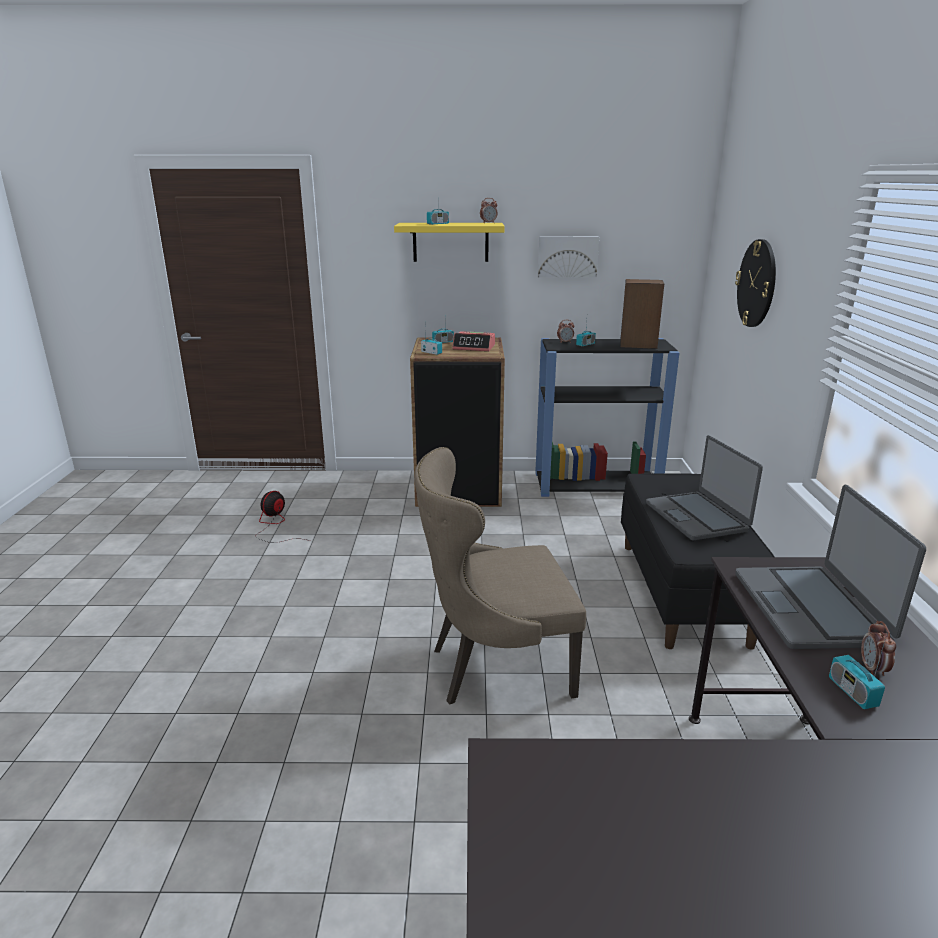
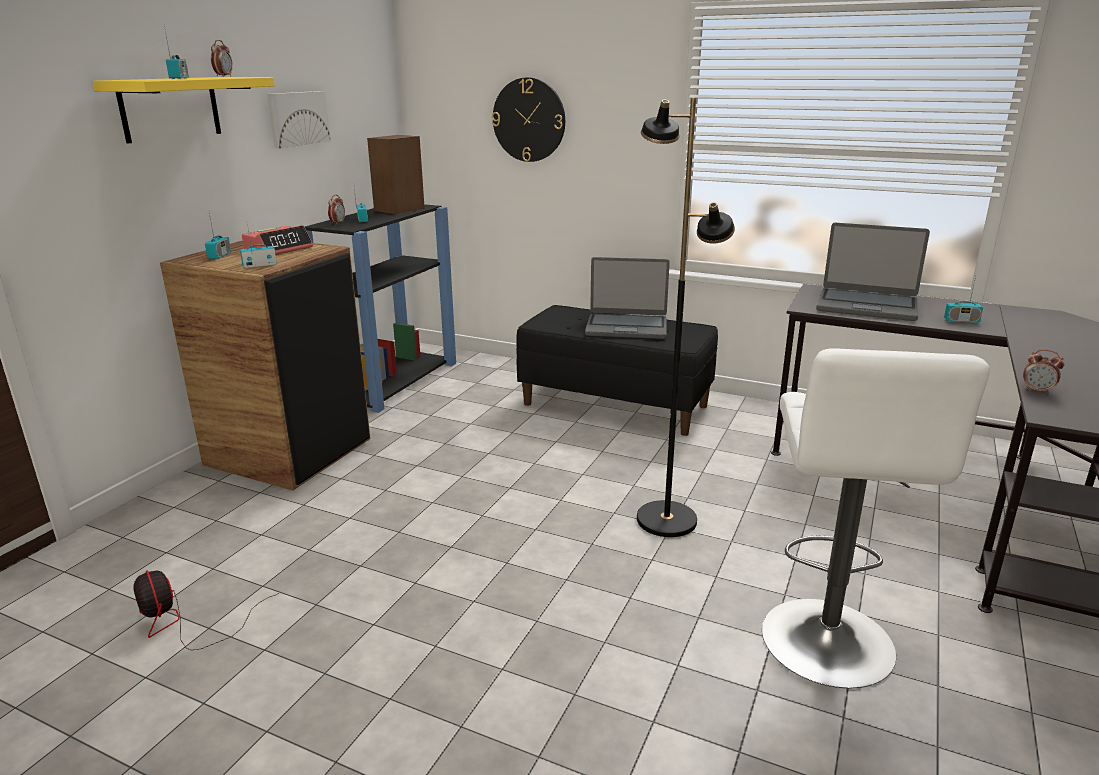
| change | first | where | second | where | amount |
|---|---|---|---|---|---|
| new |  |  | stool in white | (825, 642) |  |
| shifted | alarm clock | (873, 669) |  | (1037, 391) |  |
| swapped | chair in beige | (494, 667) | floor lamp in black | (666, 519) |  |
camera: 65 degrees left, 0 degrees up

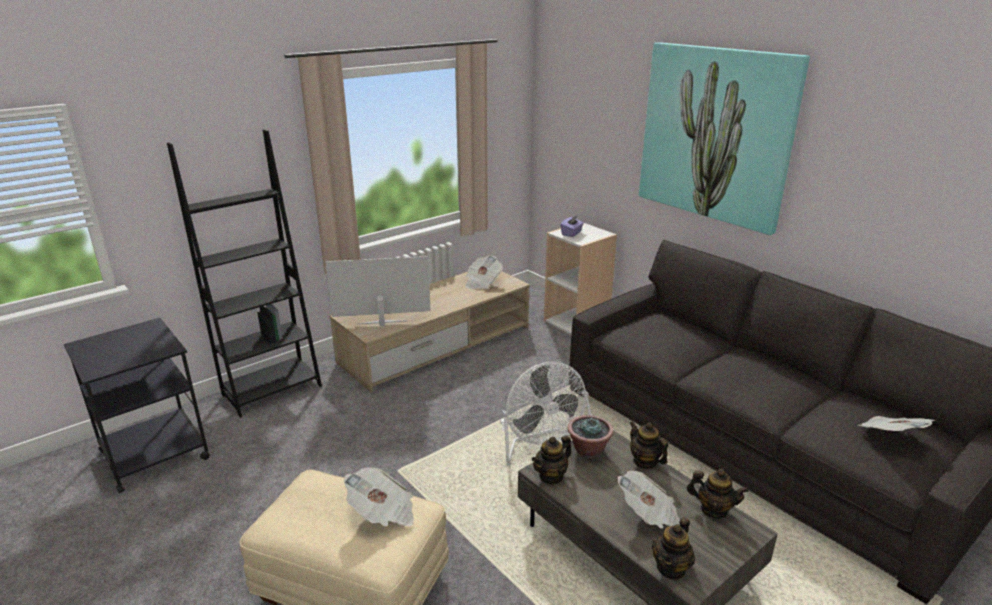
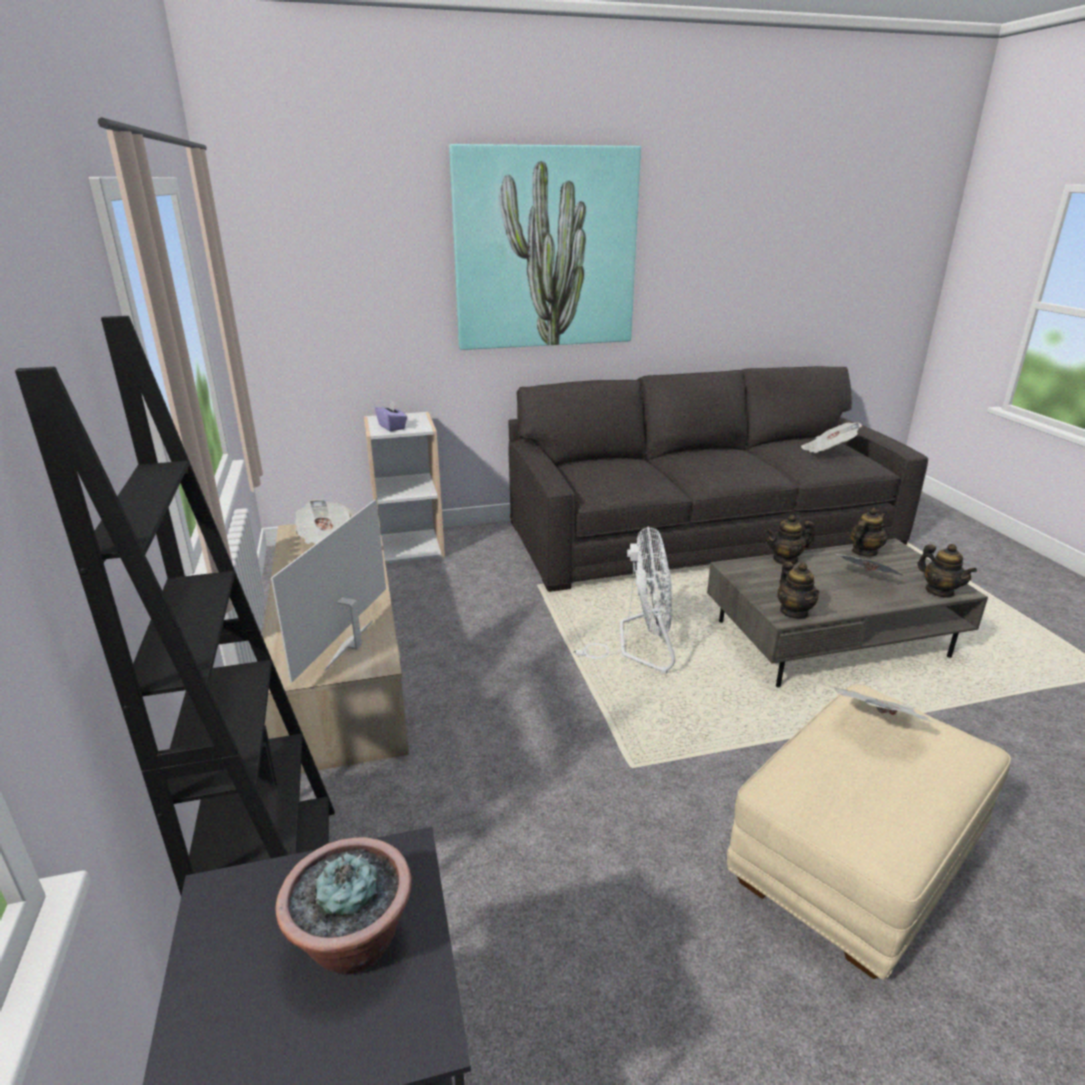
| change | first | where | second | where | amount |
|---|---|---|---|---|---|
| shifted | potted plant | (588, 450) |  | (353, 942) |  |
camera: 65 degrees left, 0 degrees up

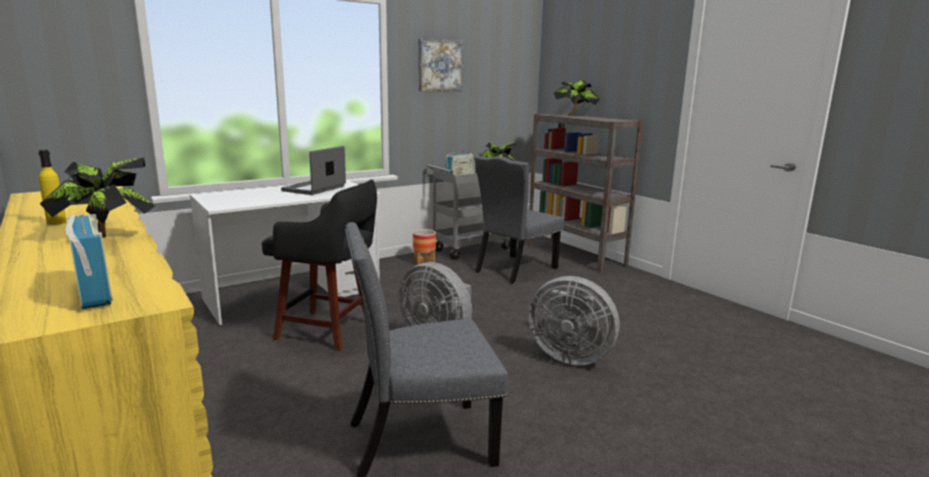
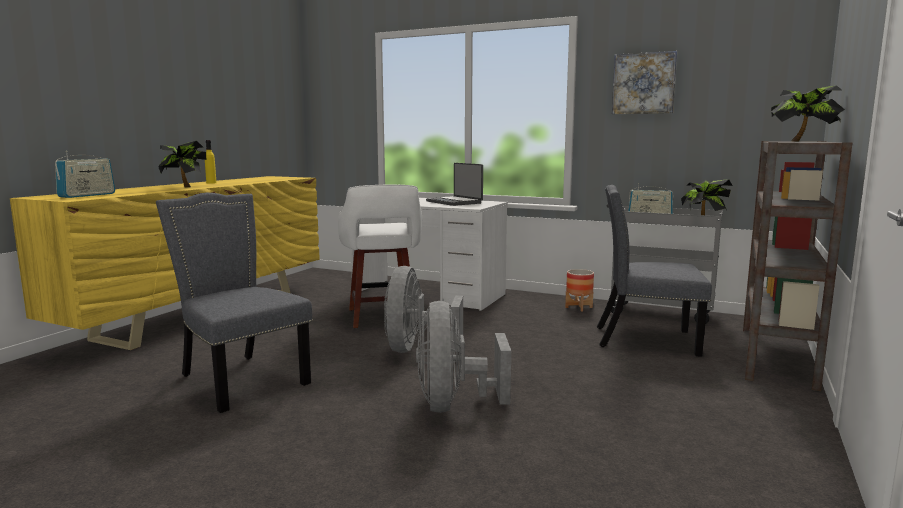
| change | first | where | second | where | amount |
|---|---|---|---|---|---|
| repainted | stool in black | (328, 331) | stool in white | (382, 318) |  |
| rotated | laptop | (315, 189) |  | (455, 202) | 120 degrees counterclockwise |
camera: 60 degrees right, 5 degrees down

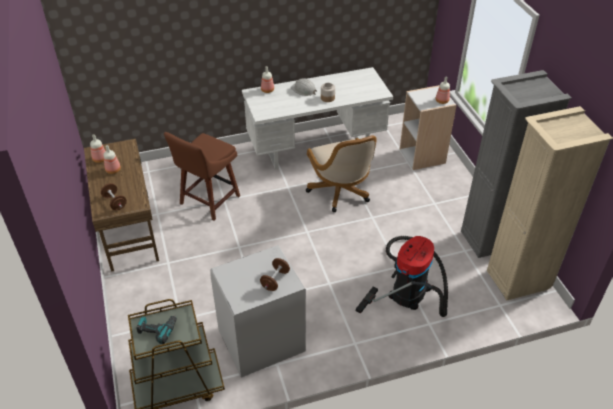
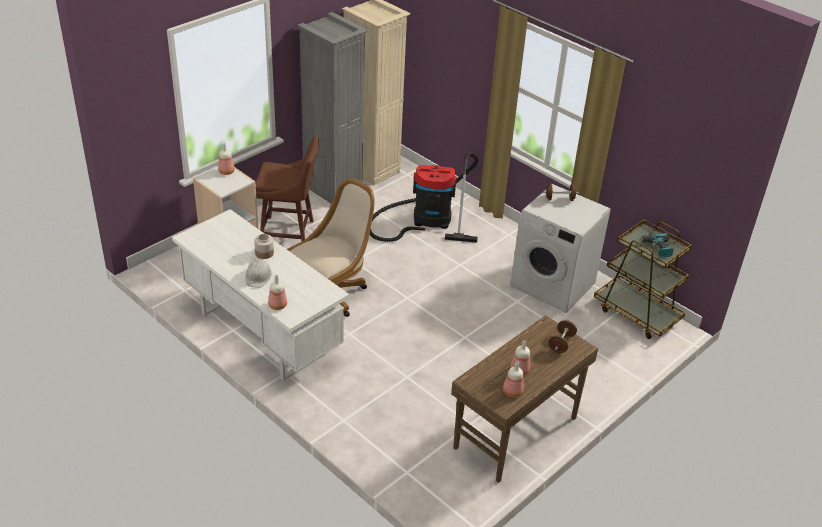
| change | first | where | second | where | amount |
|---|---|---|---|---|---|
| shifted | stool in brown | (208, 201) |  | (289, 233) |  |
camera: 120 degrees left, 5 degrees down

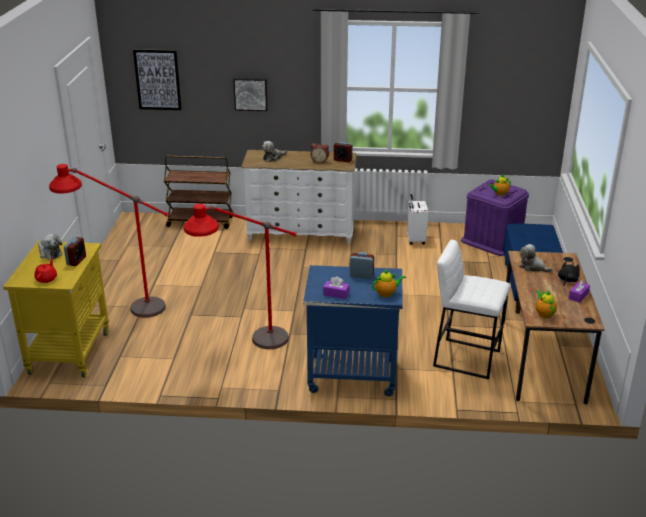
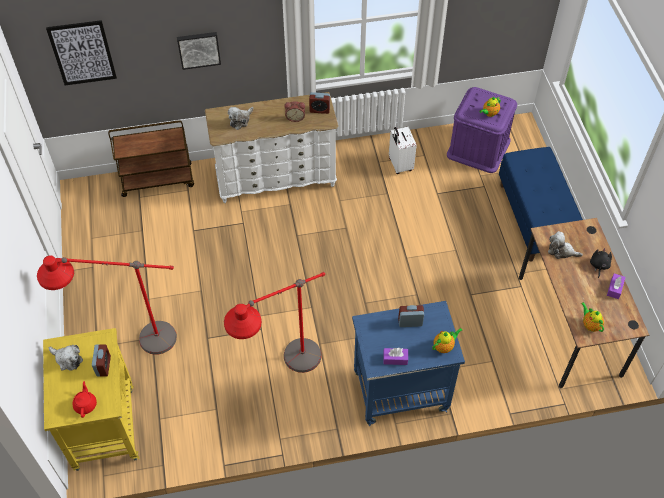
| change | first | where | second | where | amount |
|---|---|---|---|---|---|
| gone | stool in white | (465, 358) |  |  |  |
camera: 15 degrees left, 25 degrees up

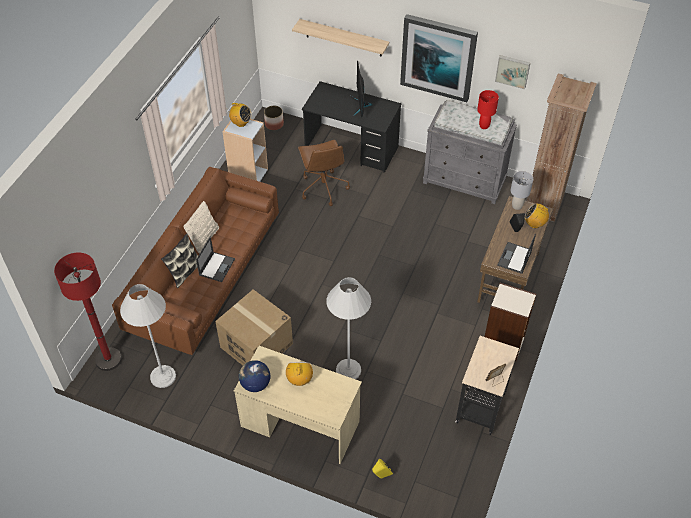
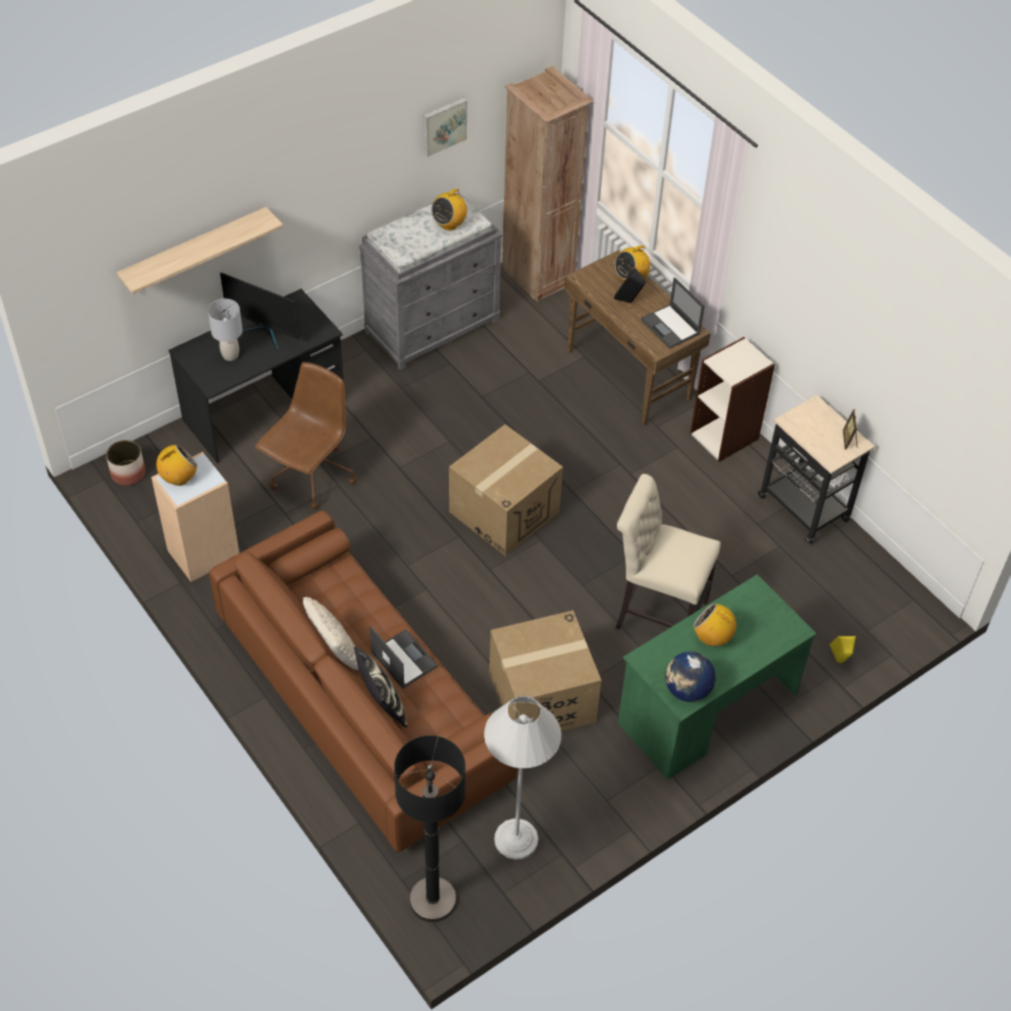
| change | first | where | second | where | amount |
|---|---|---|---|---|---|
| gone | picture | (438, 57) |  |  |  |
| new |  |  | cardboard box | (504, 511) |  |
| shifted | table lamp in grey | (517, 206) |  | (230, 356) |  |
| swapped | floor lamp in white | (348, 370) | stool in beige | (656, 613) |  |
| swapped | table lamp in red | (484, 126) | radio | (449, 224) |  |
| repainted | floor lamp in red | (108, 359) | floor lamp in black | (432, 900) |  |
| repainted | desk in beige | (300, 424) | desk in green | (707, 709) |  |
| rotated | office chair in brown | (323, 187) |  | (310, 479) | 75 degrees counterclockwise |
camera: 60 degrees left, 0 degrees up

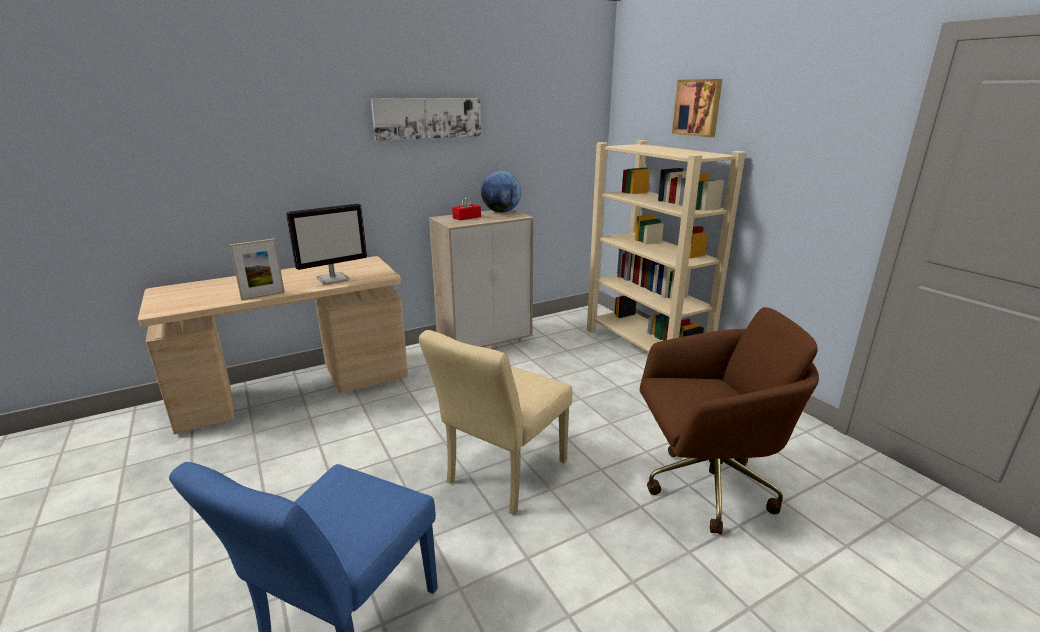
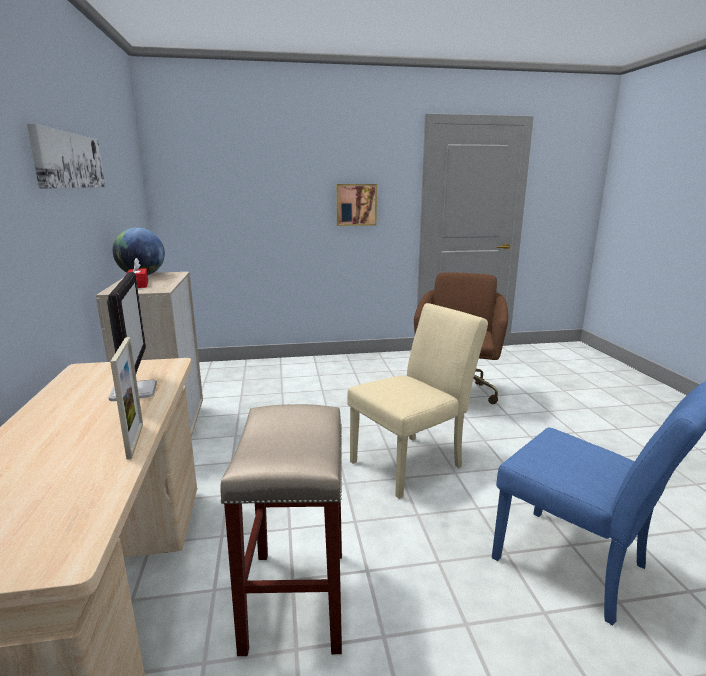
| change | first | where | second | where | amount |
|---|---|---|---|---|---|
| gone | bookcase in beige | (645, 346) |  |  |  |
| new |  |  | stool in beige | (296, 600) |  |
| shifted | picture | (698, 107) |  | (356, 204) |  |
| rotated | chair in beige | (501, 476) |  | (413, 462) | 90 degrees counterclockwise |
camera: 70 degrees left, 5 degrees down

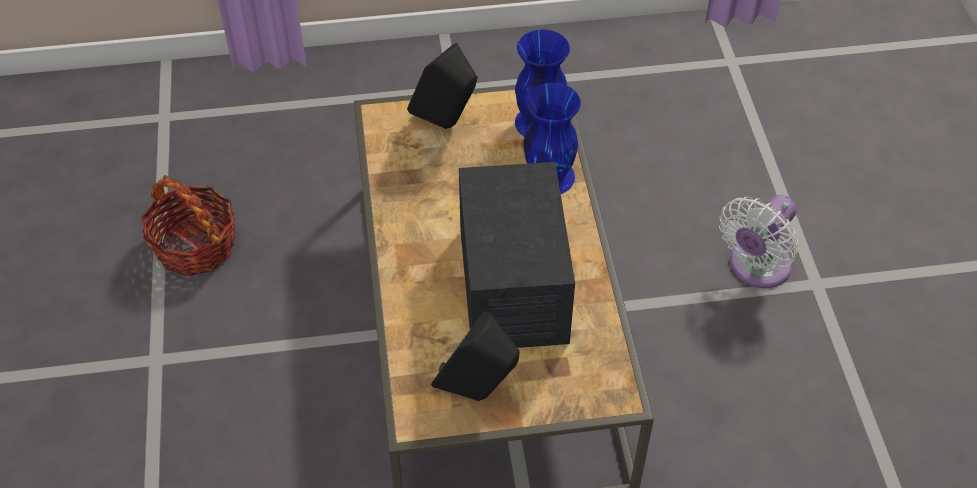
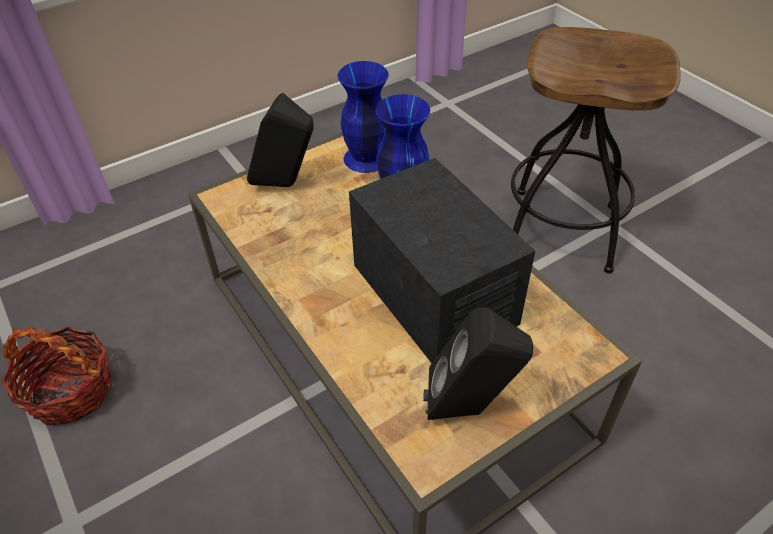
| change | first | where | second | where | amount |
|---|---|---|---|---|---|
| swapped | fan in white | (756, 268) | stool in brown | (563, 229) |  |
camera: 25 degrees left, 5 degrees down

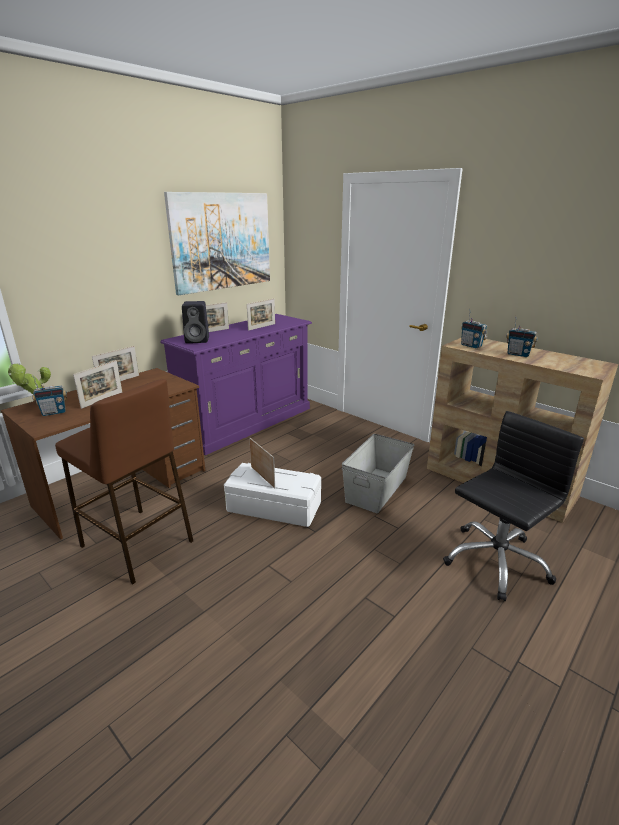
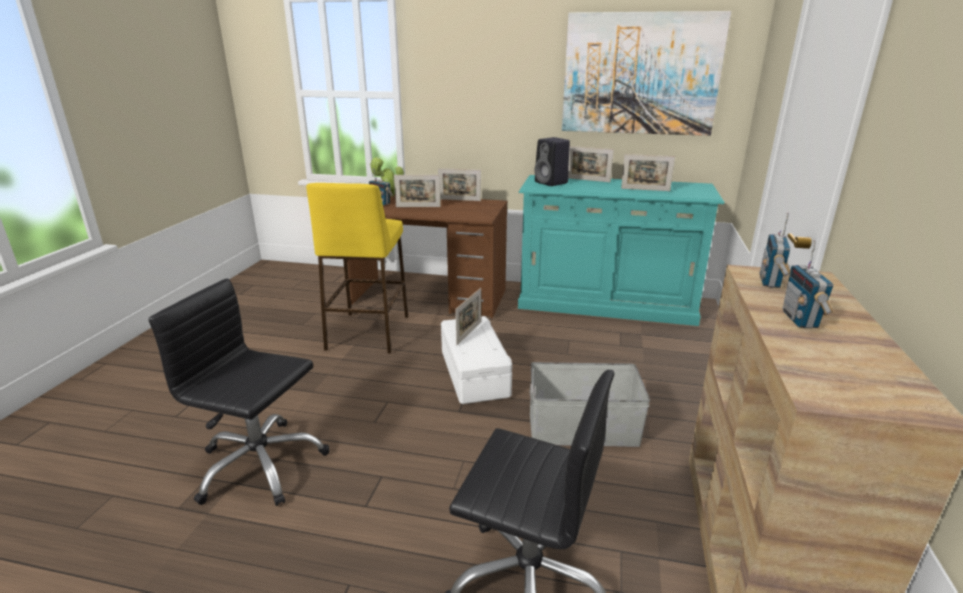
| change | first | where | second | where | amount |
|---|---|---|---|---|---|
| new |  |  | office chair in black | (260, 465) |  |
| repainted | stool in brown | (137, 544) | stool in yellow | (368, 332) |  |
| repainted | cabinet in purple | (247, 422) | cabinet in turquoise | (606, 304) |  |
camera: 60 degrees right, 0 degrees up

